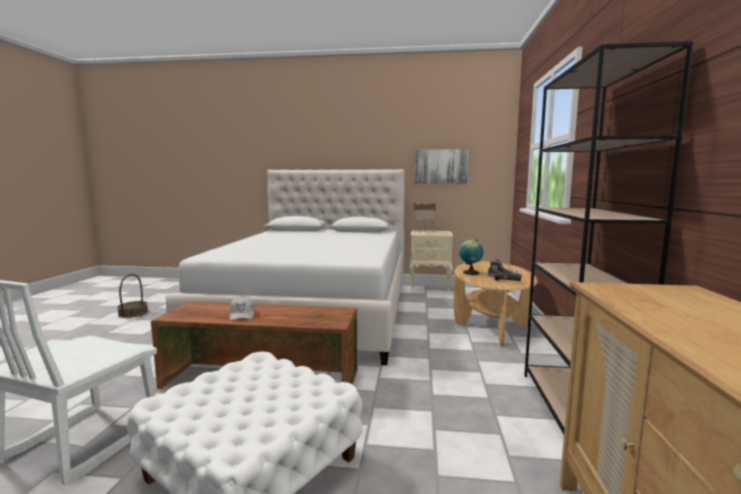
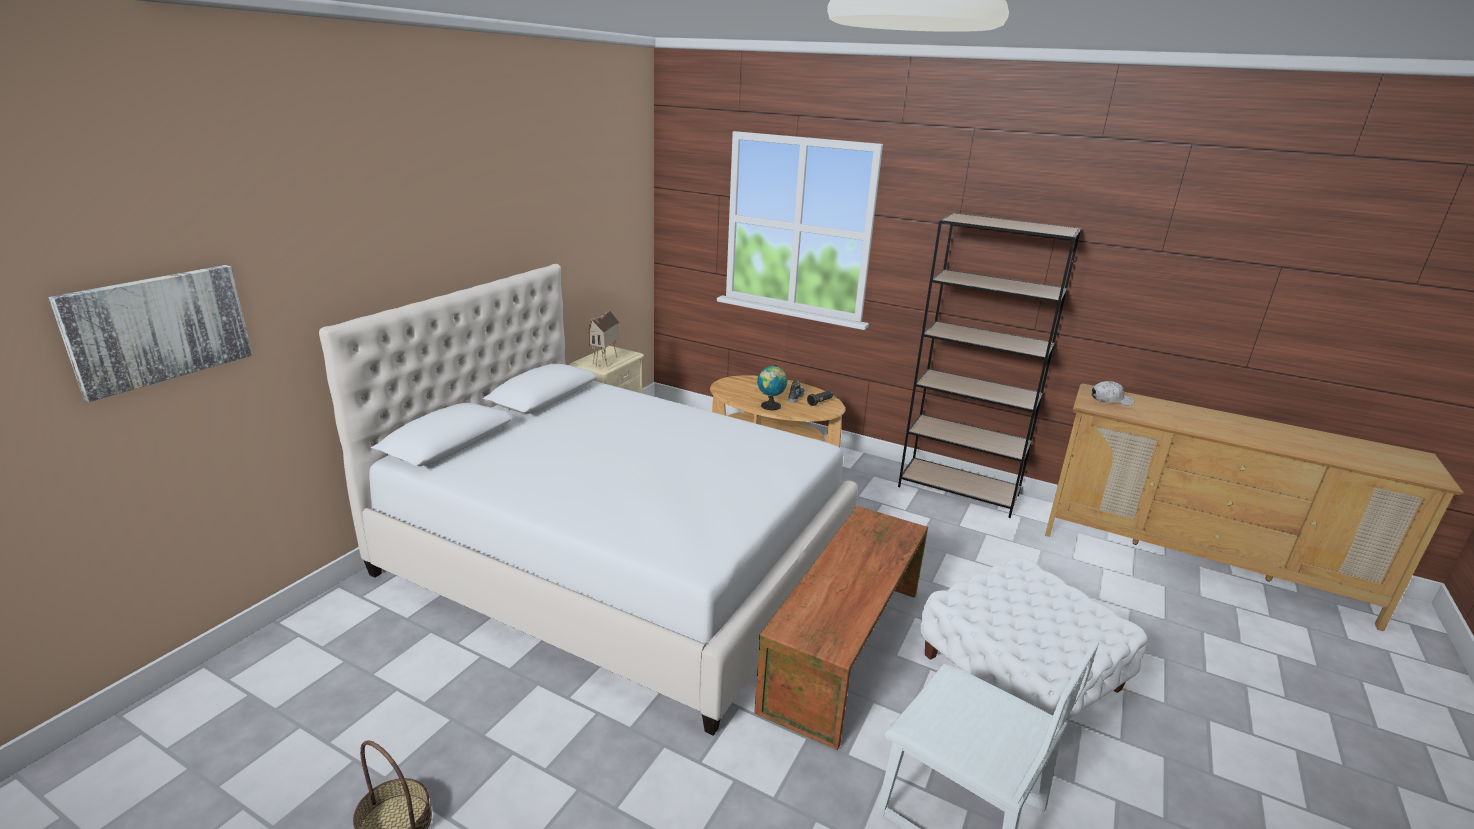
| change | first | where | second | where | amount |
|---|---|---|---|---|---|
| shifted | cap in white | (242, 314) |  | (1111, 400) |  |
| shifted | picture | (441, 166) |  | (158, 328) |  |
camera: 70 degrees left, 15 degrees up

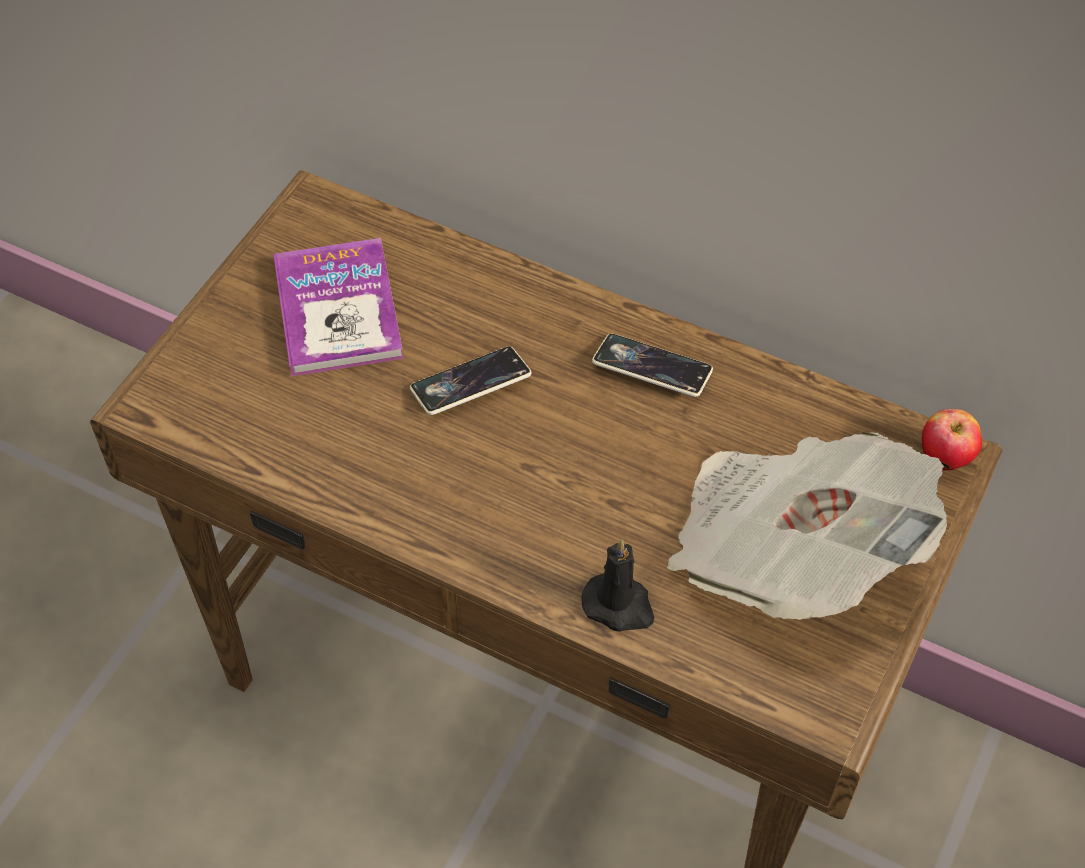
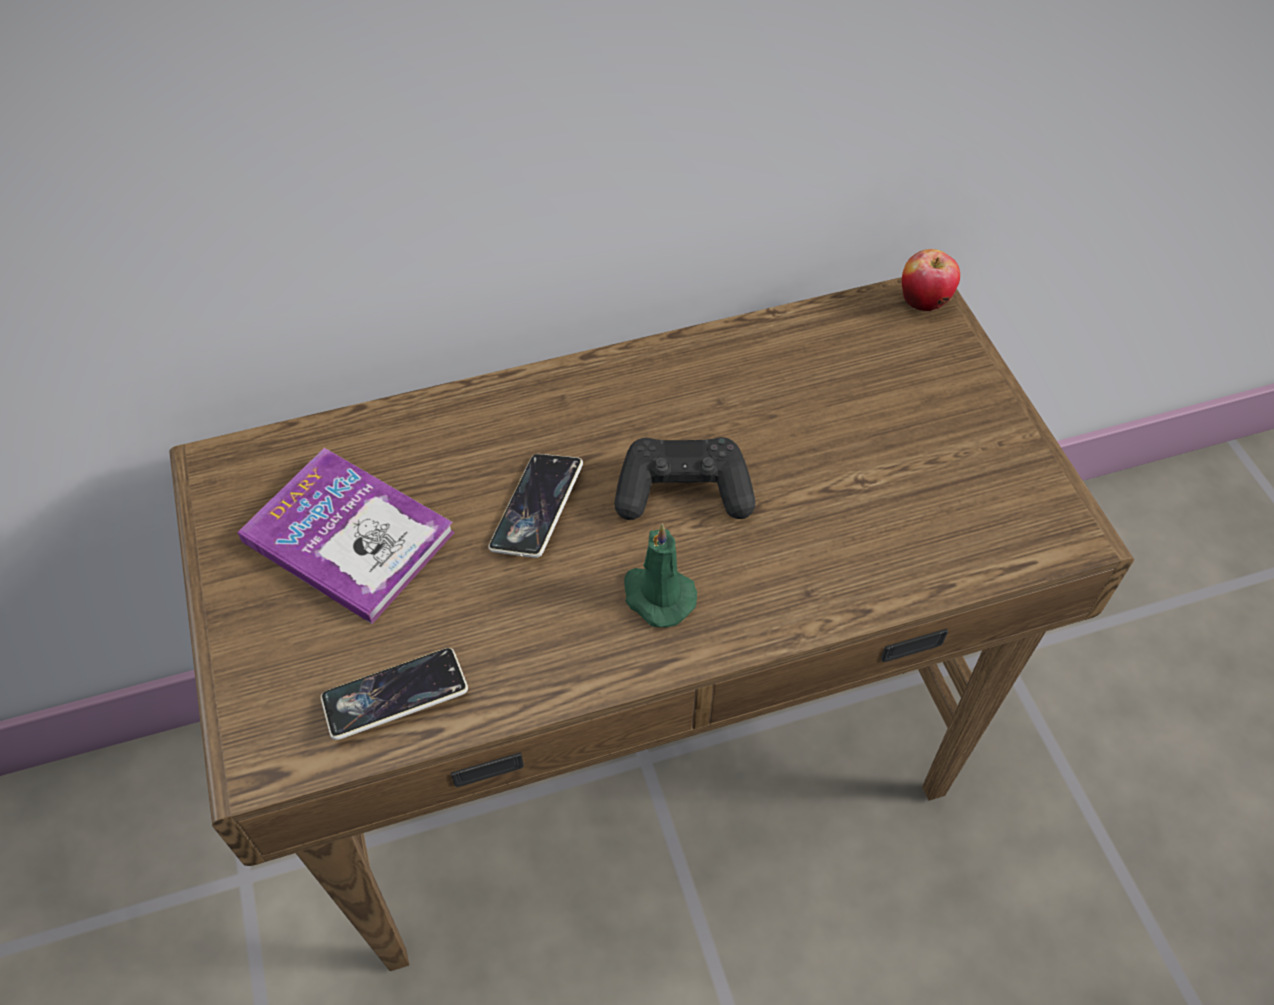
| change | first | where | second | where | amount |
|---|---|---|---|---|---|
| gone | candle in black | (619, 605) |  |  |  |
| gone | newspaper | (790, 551) |  |  |  |
| new |  |  | game controller in black | (683, 491) |  |
| new |  |  | candle in green | (657, 595) |  |
| shifted | phone | (652, 370) |  | (395, 697) |  |
camera: 45 degrees left, 0 degrees up

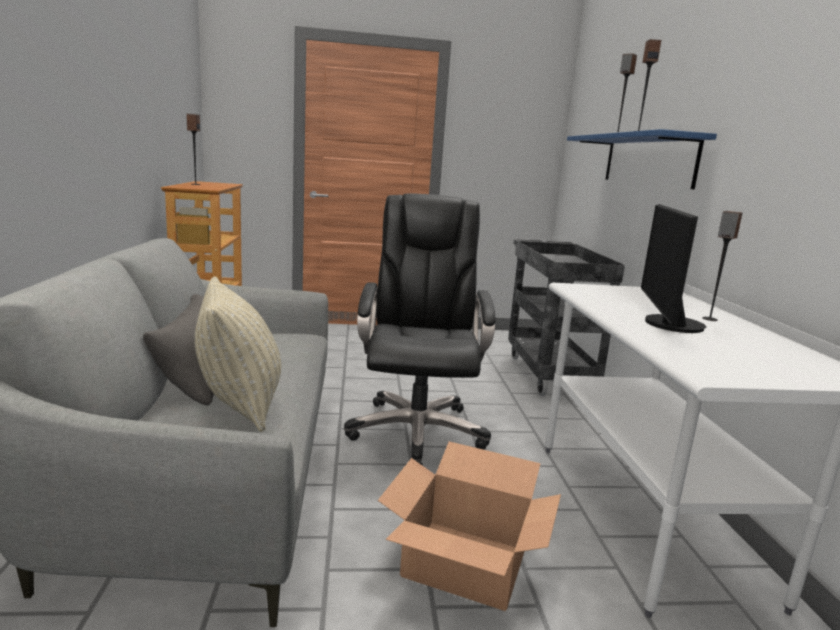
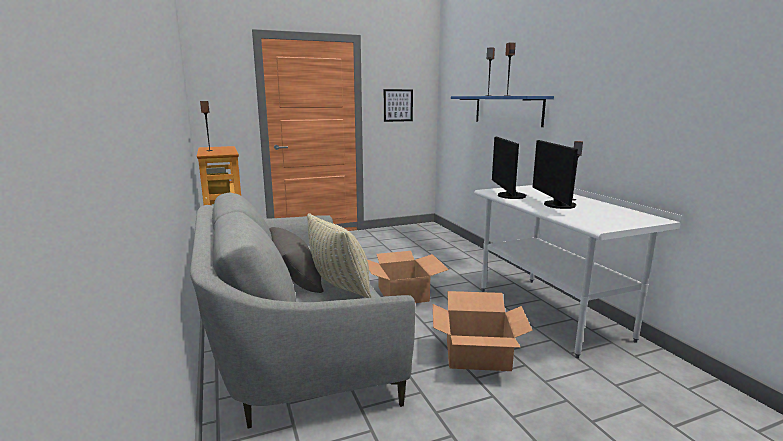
| change | first | where | second | where | amount |
|---|---|---|---|---|---|
| gone | cart in black | (546, 374) |  |  |  |
| new |  |  | picture | (398, 105) |  |
| new |  |  | monitor | (508, 196) |  |
| swapped | office chair in black | (417, 432) | cardboard box | (403, 294) |  |
camera: 15 degrees left, 0 degrees up

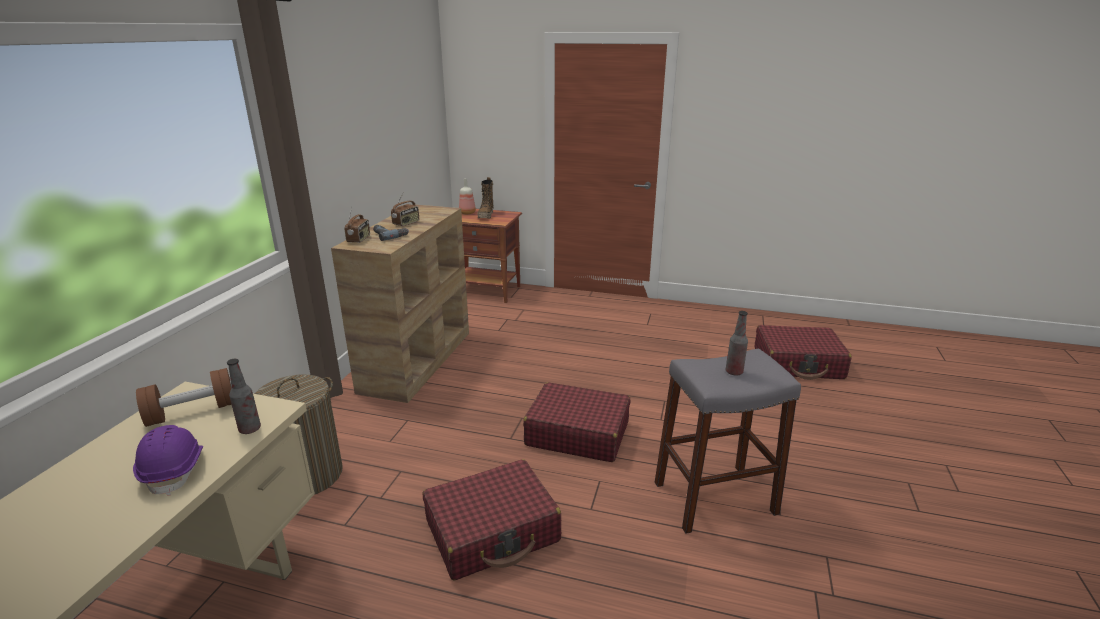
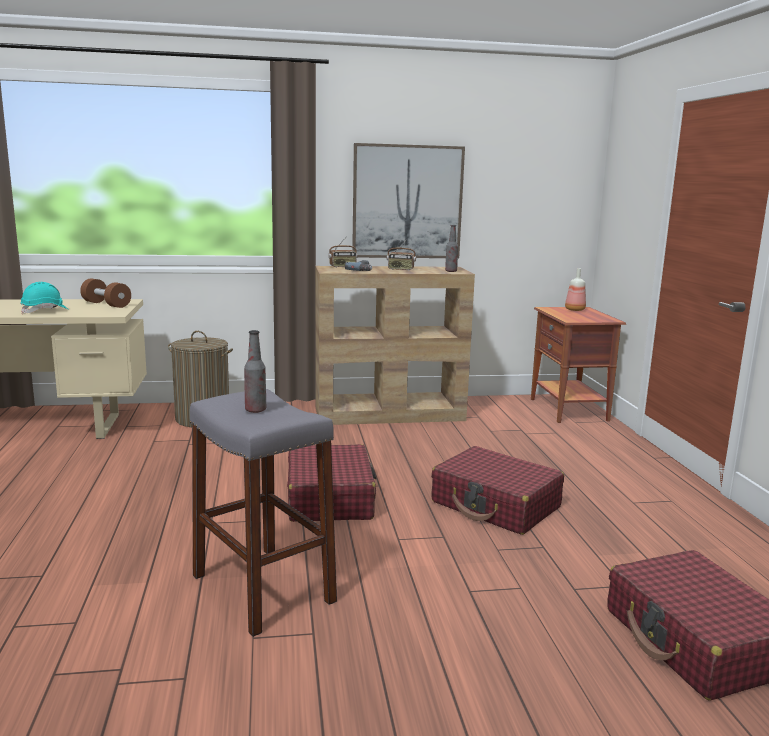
| change | first | where | second | where | amount |
|---|---|---|---|---|---|
| gone | boot | (486, 216) |  |  |  |
| new |  |  | picture | (407, 202) |  |
| shifted | bottle | (250, 429) |  | (451, 271) |  |
| shifted | suitcase in red | (493, 531) |  | (496, 505) |  |
| repainted | hard hat in purple | (175, 470) | hard hat in turquoise | (45, 311) |  |
camera: 65 degrees right, 10 degrees down

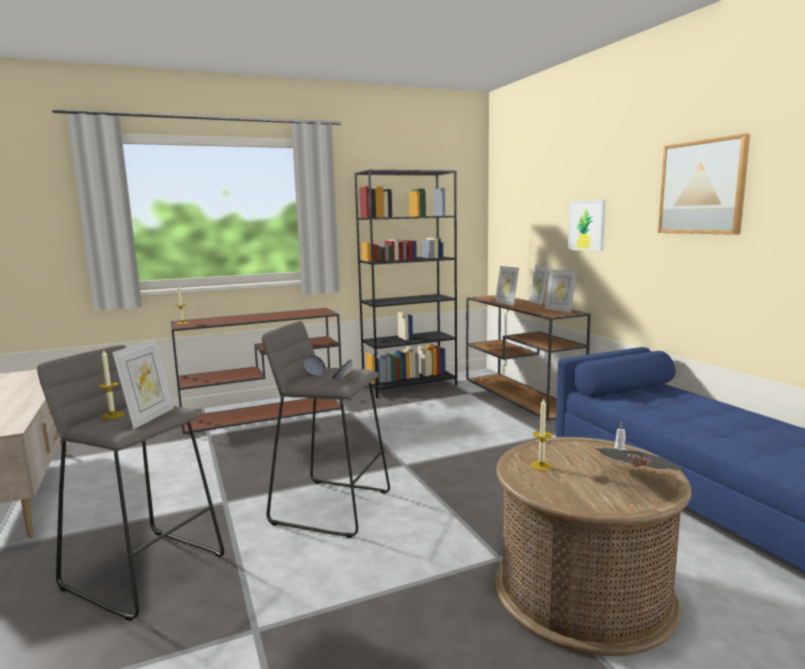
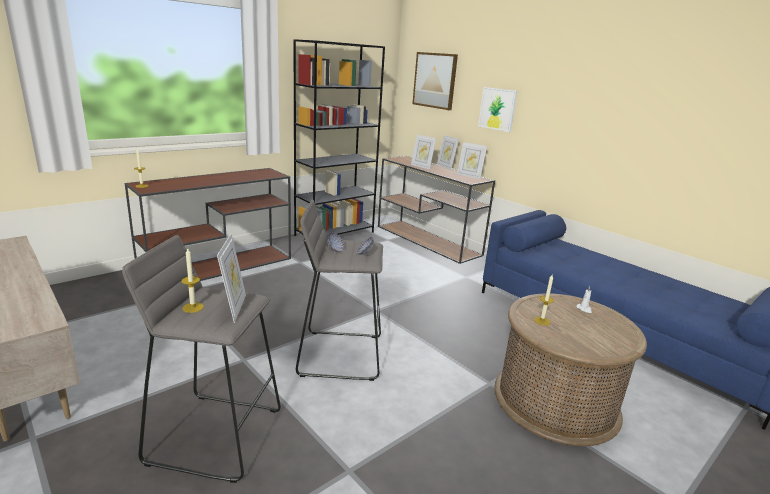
| change | first | where | second | where | amount |
|---|---|---|---|---|---|
| gone | newspaper | (636, 481) |  |  |  |
| shifted | picture | (702, 187) |  | (435, 80) |  |
camera: 20 degrees left, 10 degrees up

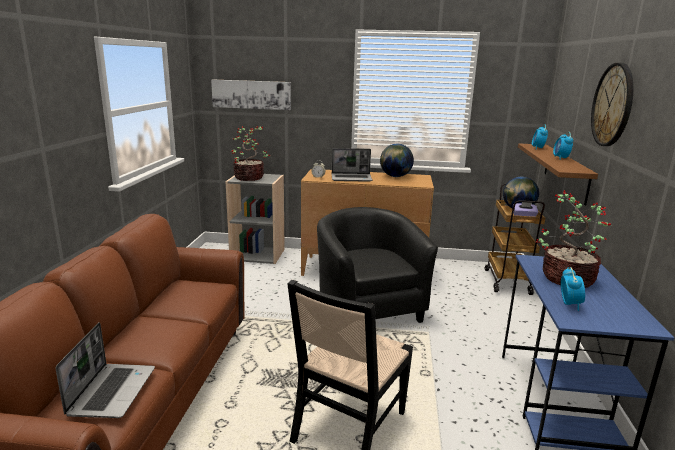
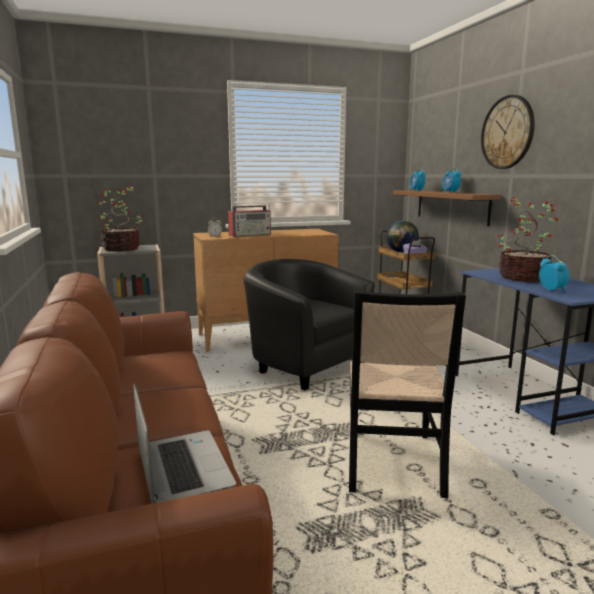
| change | first | where | second | where | amount |
|---|---|---|---|---|---|
| gone | picture | (251, 94) |  |  |  |
| gone | globe | (395, 176) |  |  |  |
| swapped | laptop | (352, 178) | radio | (250, 235) |  |
camera: 25 degrees left, 5 degrees down

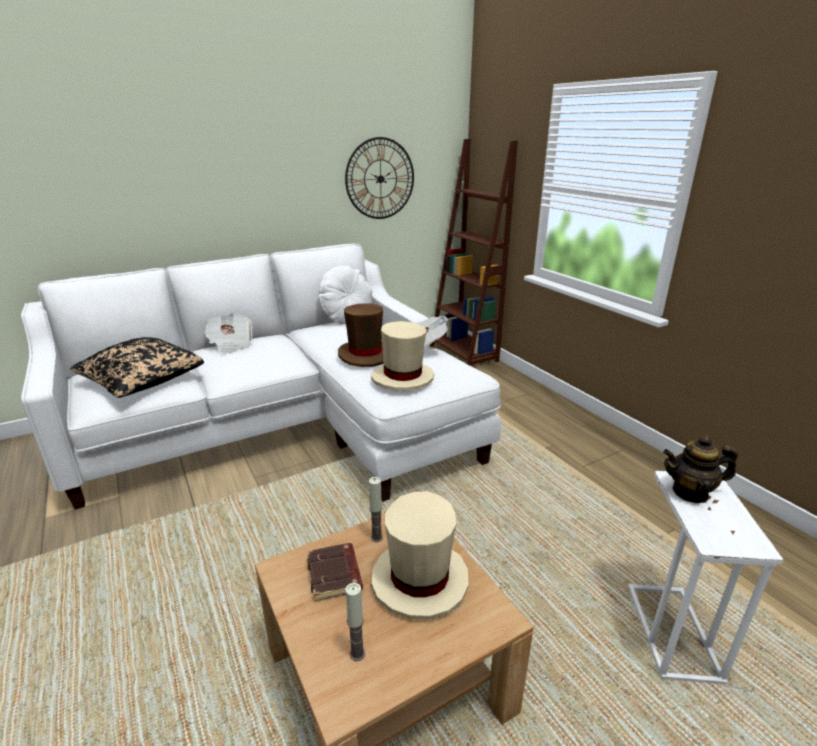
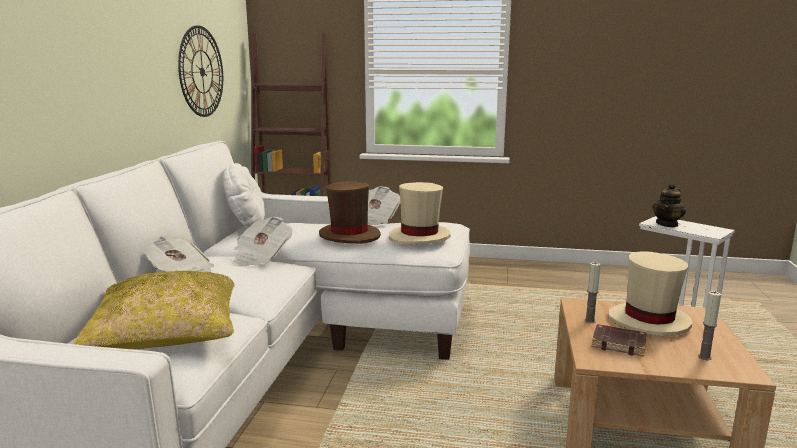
| change | first | where | second | where | amount |
|---|---|---|---|---|---|
| new |  |  | newspaper | (261, 258) |  |
| repainted | pillow in black | (143, 378) | pillow in yellow | (166, 330) |  |
camera: 50 degrees left, 10 degrees down

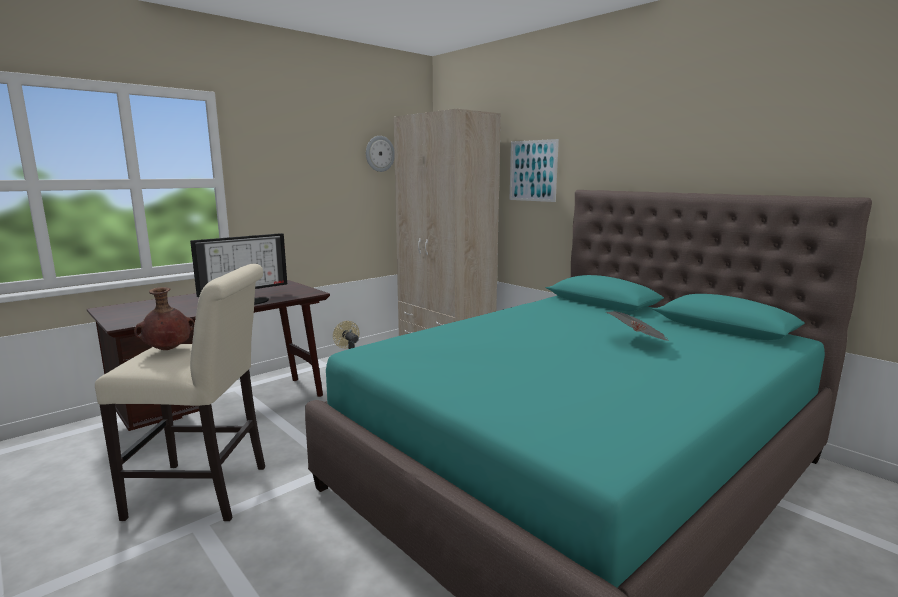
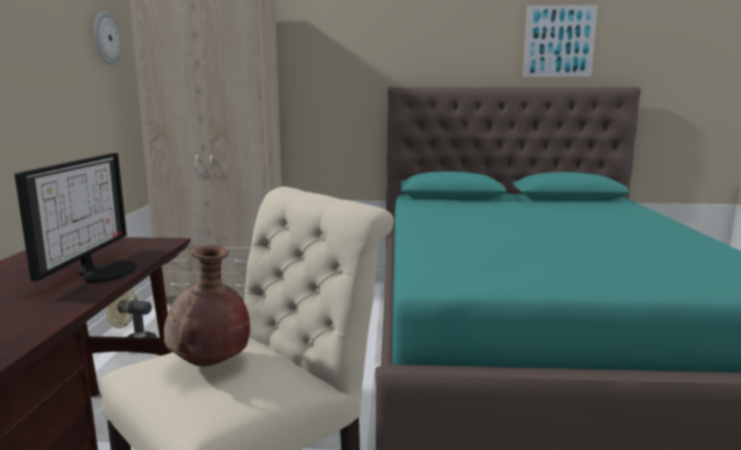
| change | first | where | second | where | amount |
|---|---|---|---|---|---|
| gone | newspaper | (638, 342) |  |  |  |
| shifted | picture | (533, 171) |  | (559, 41) |  |
camera: 45 degrees left, 0 degrees up

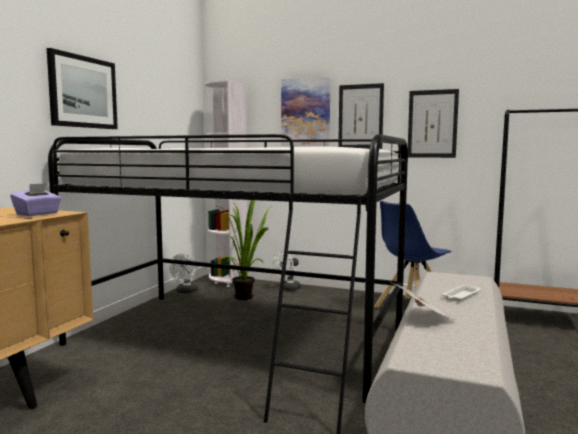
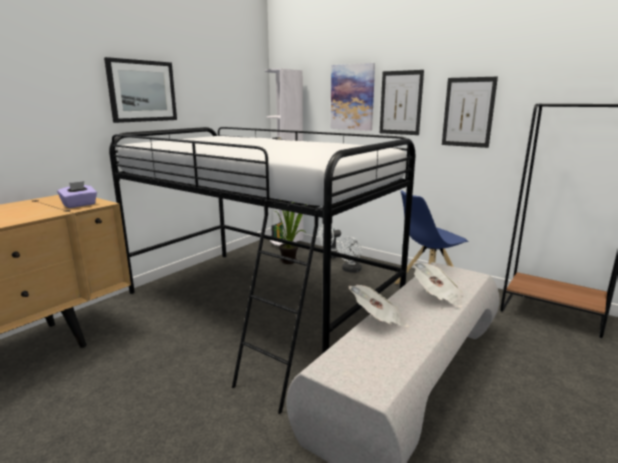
| change | first | where | second | where | amount |
|---|---|---|---|---|---|
| shifted | fan in white | (185, 292) |  | (350, 270) |  |
| swapped | tray in white | (461, 296) | newspaper | (437, 297) |  |
camera: 15 degrees right, 10 degrees up

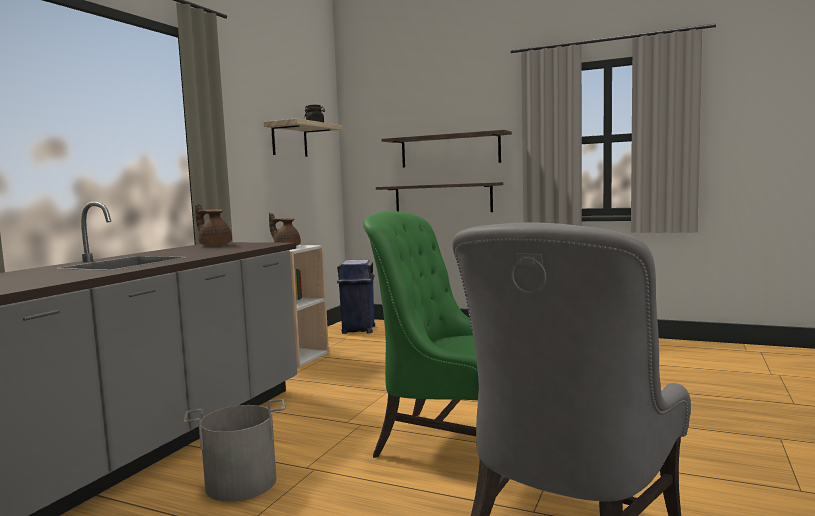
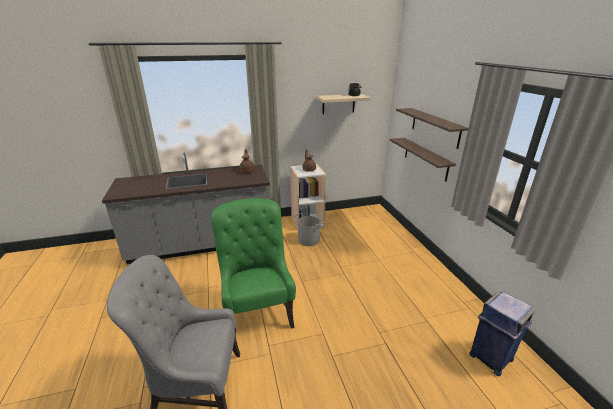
| change | first | where | second | where | amount |
|---|---|---|---|---|---|
| shifted | bucket in grey | (241, 482) |  | (309, 239) |  |
| shifted | trash can in blue | (358, 330) |  | (490, 357) |  |
camera: 50 degrees right, 20 degrees up

